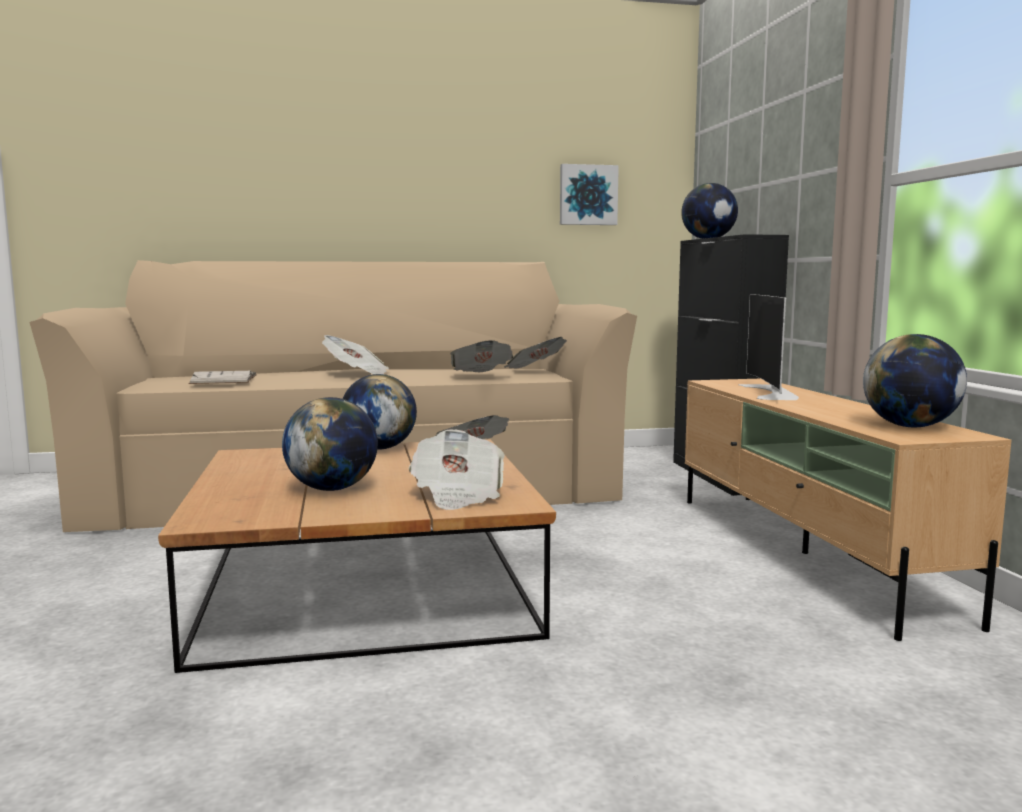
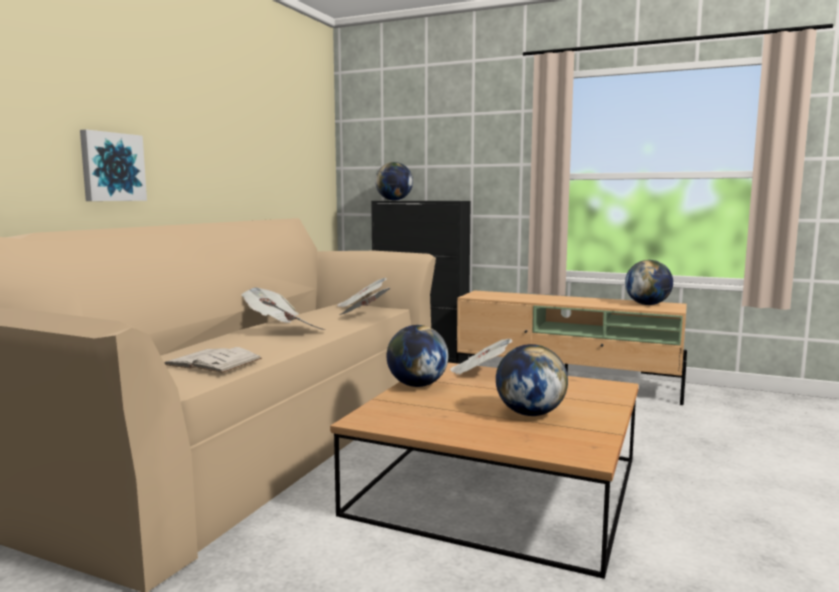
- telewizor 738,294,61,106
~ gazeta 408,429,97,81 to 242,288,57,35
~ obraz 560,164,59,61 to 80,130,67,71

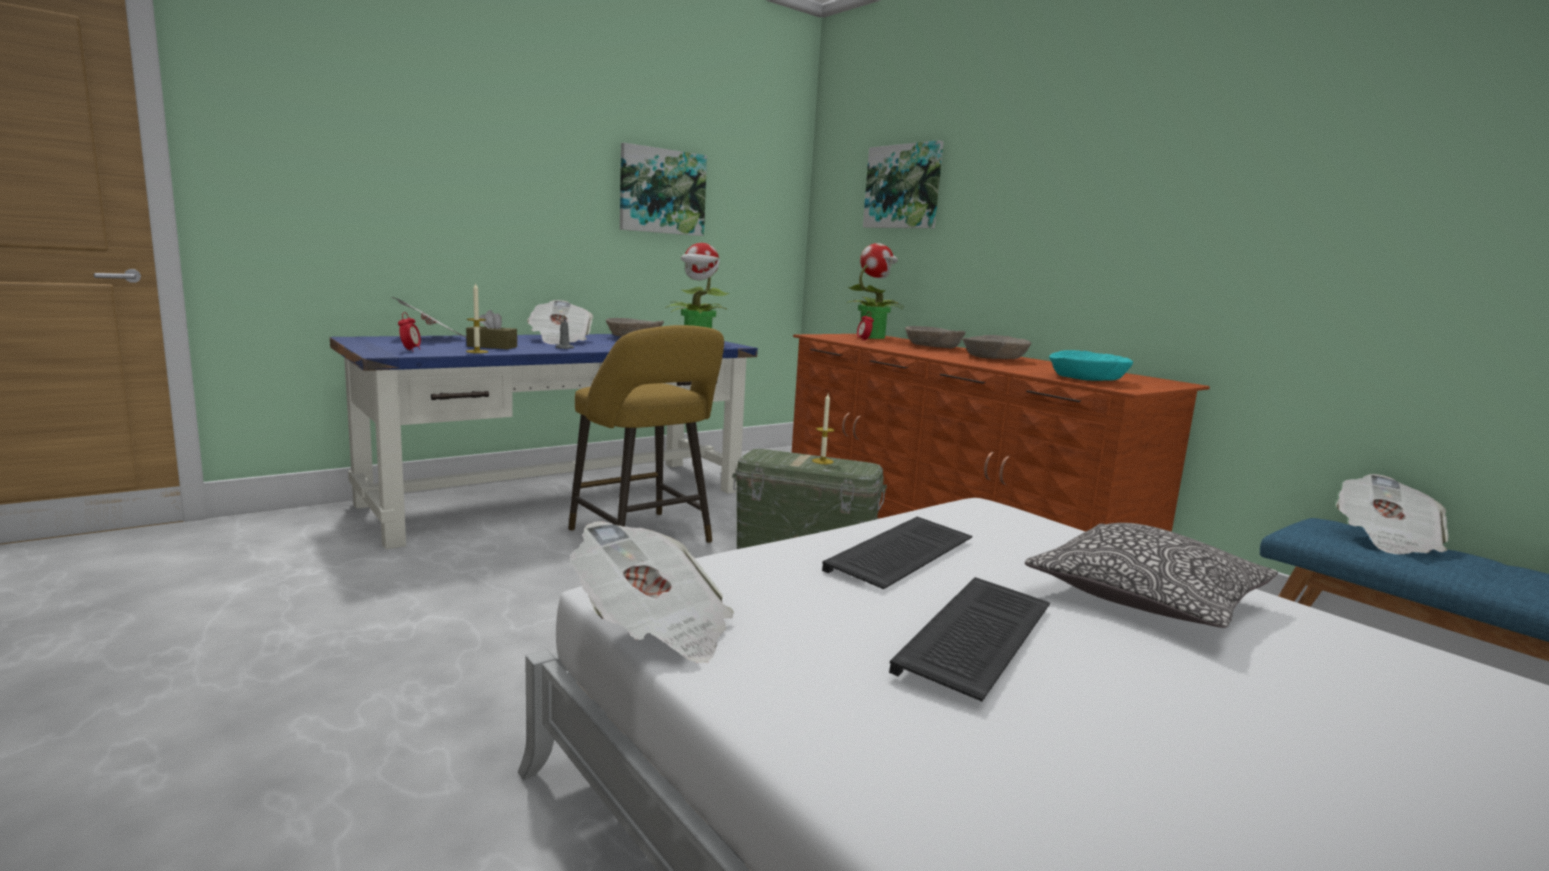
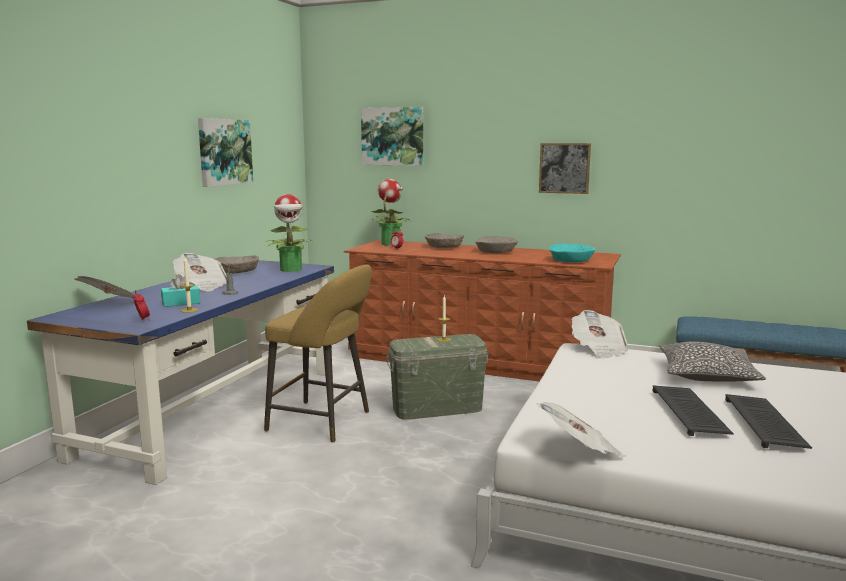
+ obraz 539,143,52,51
~ klawiatura 822,517,150,72 to 725,394,87,55
~ gazeta 1336,474,113,80 to 572,310,56,49
~ pudełko chusteczek [brązowy] 466,310,51,40 to pudełko chusteczek [turkusowy] 161,274,39,33

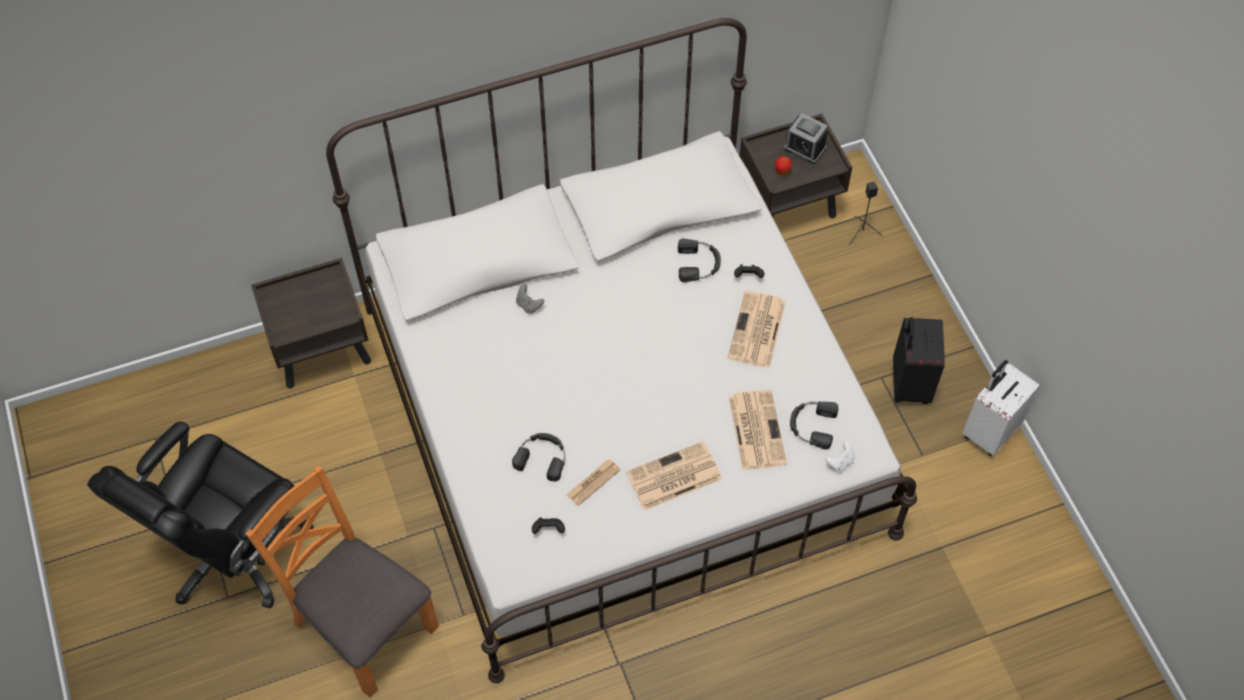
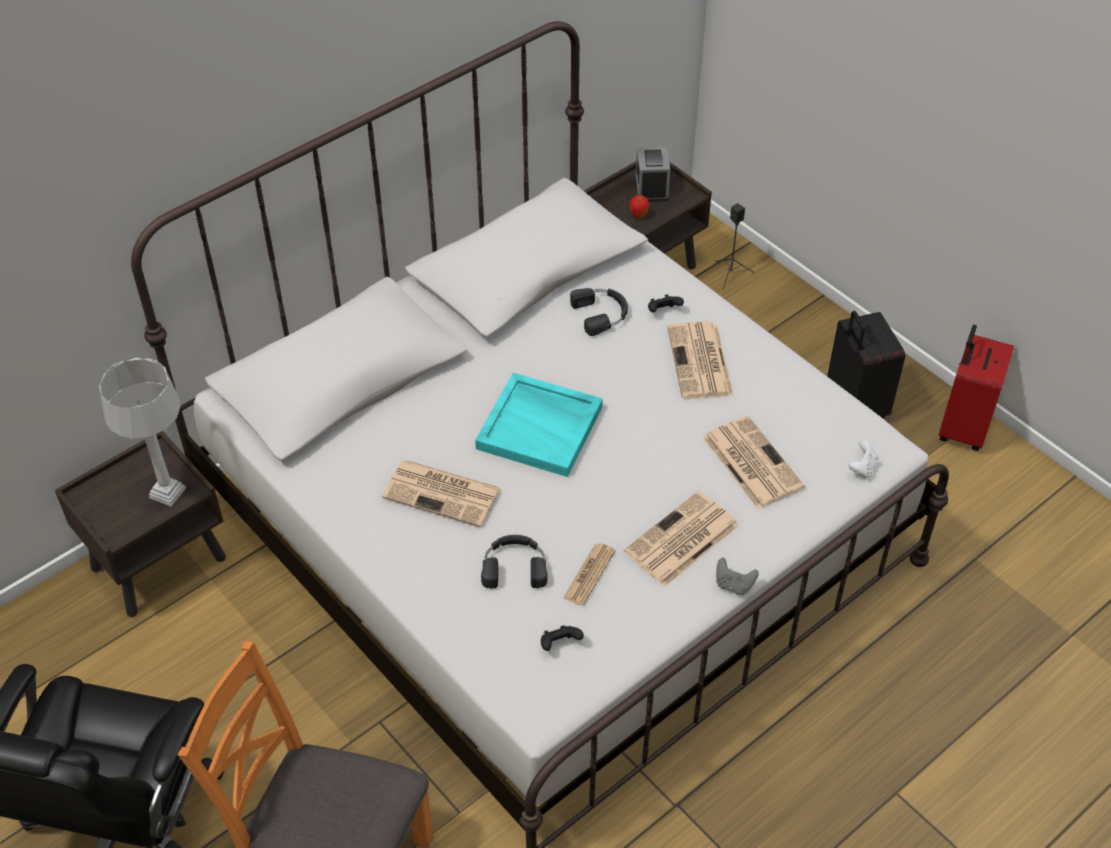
- słuchawki [czarny] 790,401,48,49
+ lampa stołowa [szary] 99,358,87,149
+ gazeta 382,460,119,67
+ taca [turkusowy] 475,373,128,104
~ pad do gier [szary] 516,284,28,30 to 716,558,43,37
~ walizka [biały] 962,360,78,96 to walizka [czerwony] 938,325,76,126
~ budzik 784,113,44,51 = 635,147,35,55 75 degrees clockwise

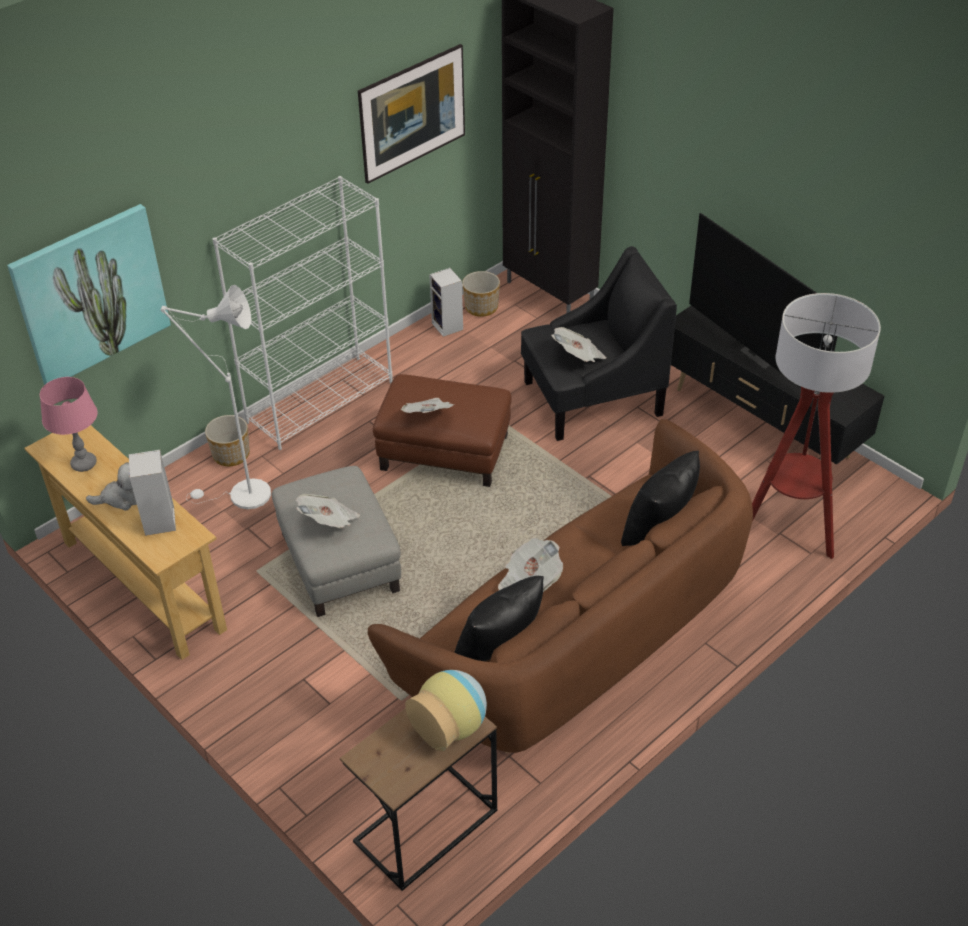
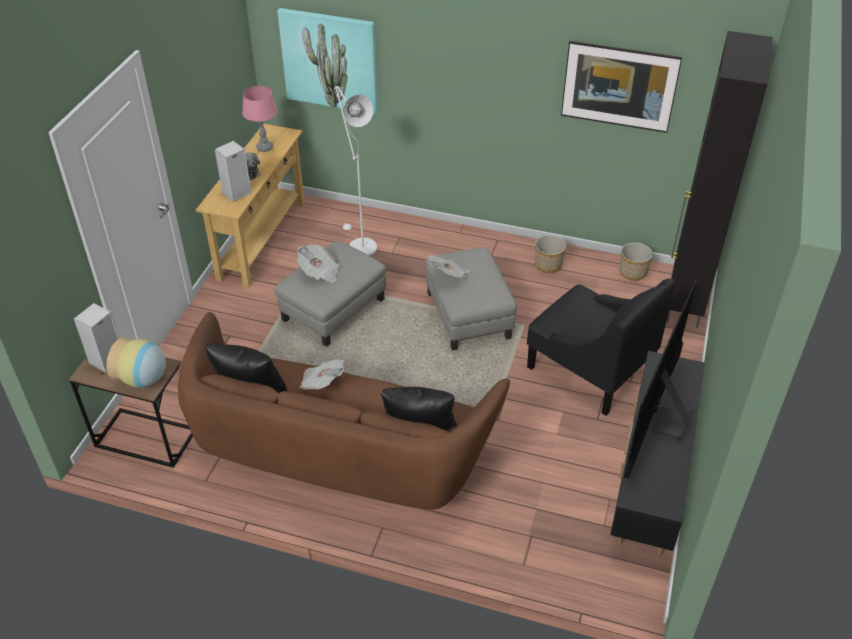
- regał [biały] 213,176,180,274
- gazeta 551,327,55,35
- lampa stojąca 752,293,129,266
~ donica 205,415,45,51 to 535,235,31,38
~ głośnik 429,268,34,69 to 74,303,45,70
~ pufa [brązowy] 373,374,139,113 to pufa [szary] 425,248,92,103

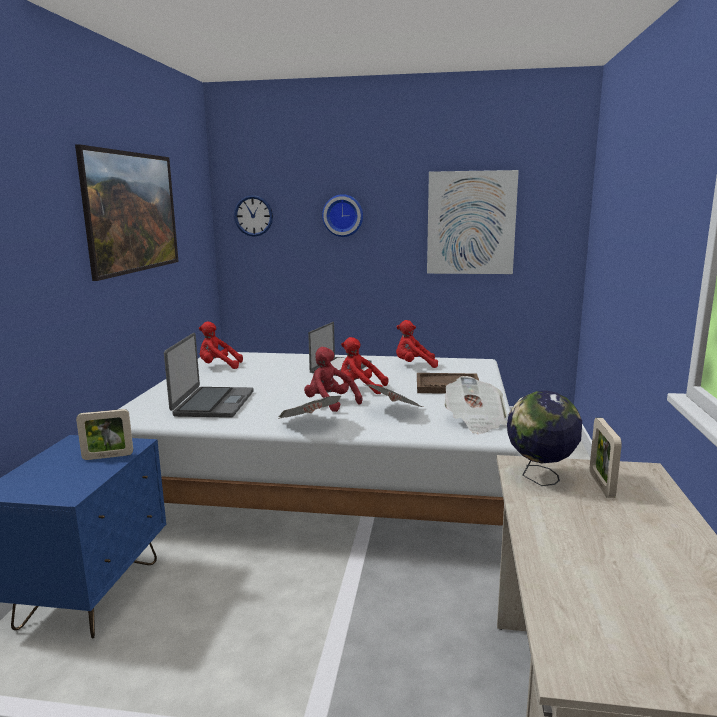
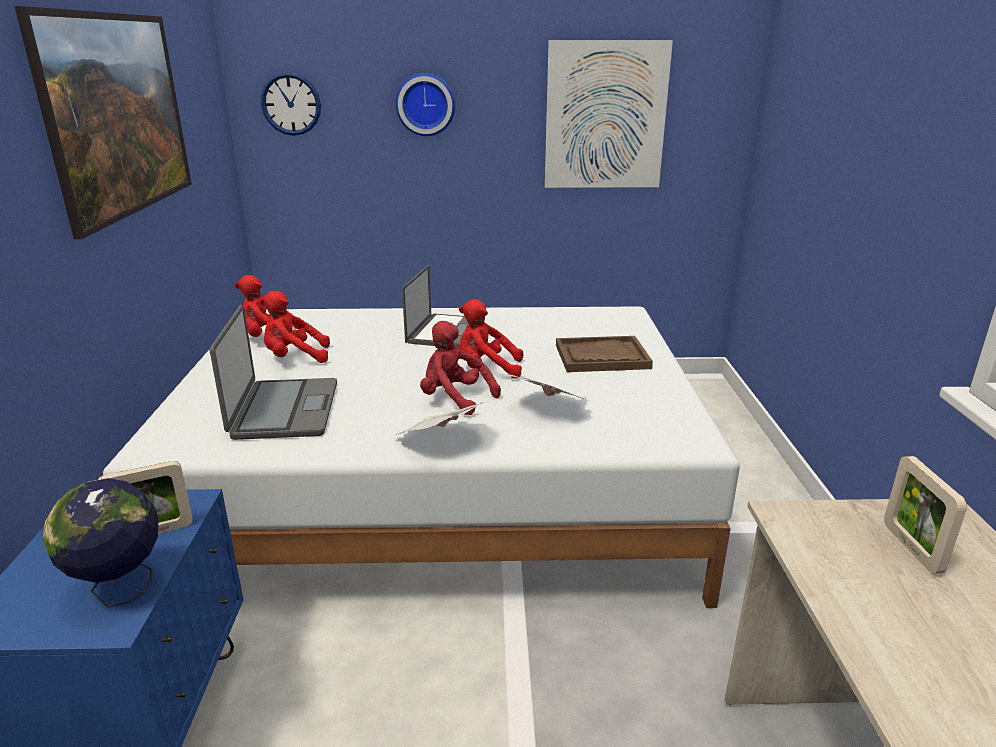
- gazeta 444,376,63,58
~ pluszak [czerwony] 396,320,42,48 to 259,291,71,72
~ globus 507,390,75,96 to 42,478,116,130

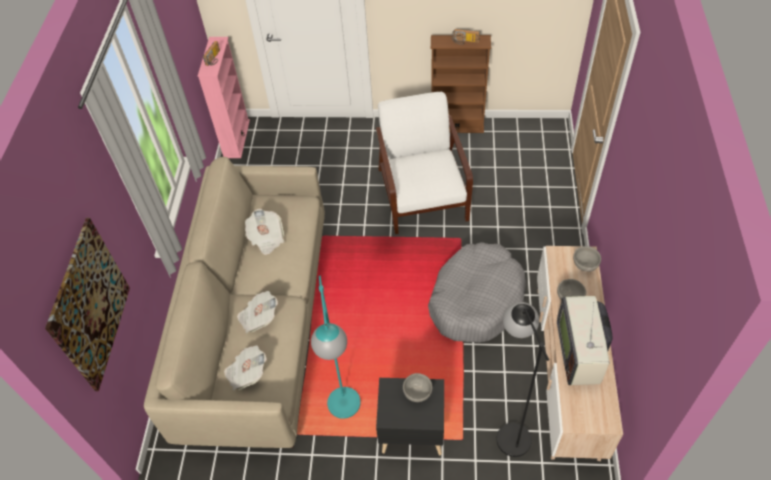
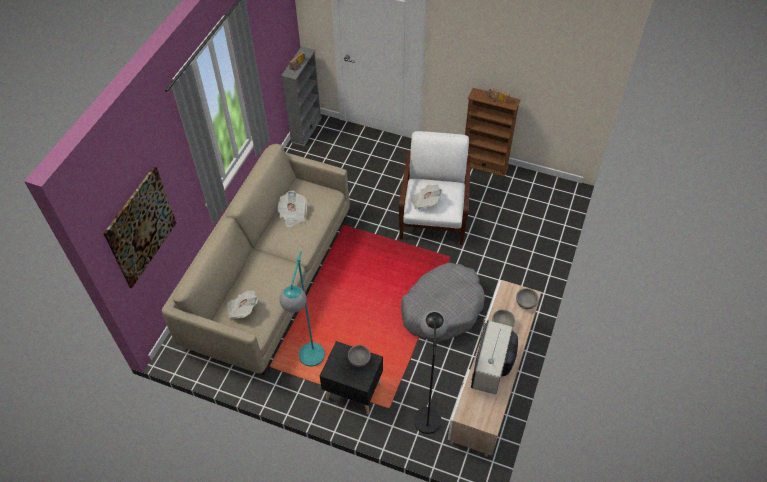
~ gazeta 237,291,41,43 to 411,185,31,24
~ regał [różowy] 198,37,52,121 to regał [szary] 281,46,41,100

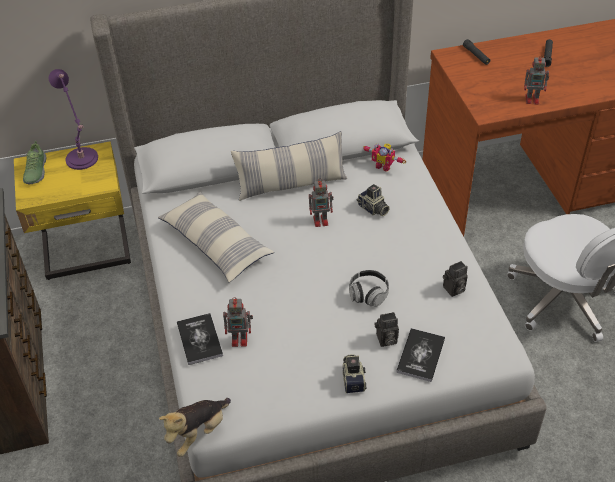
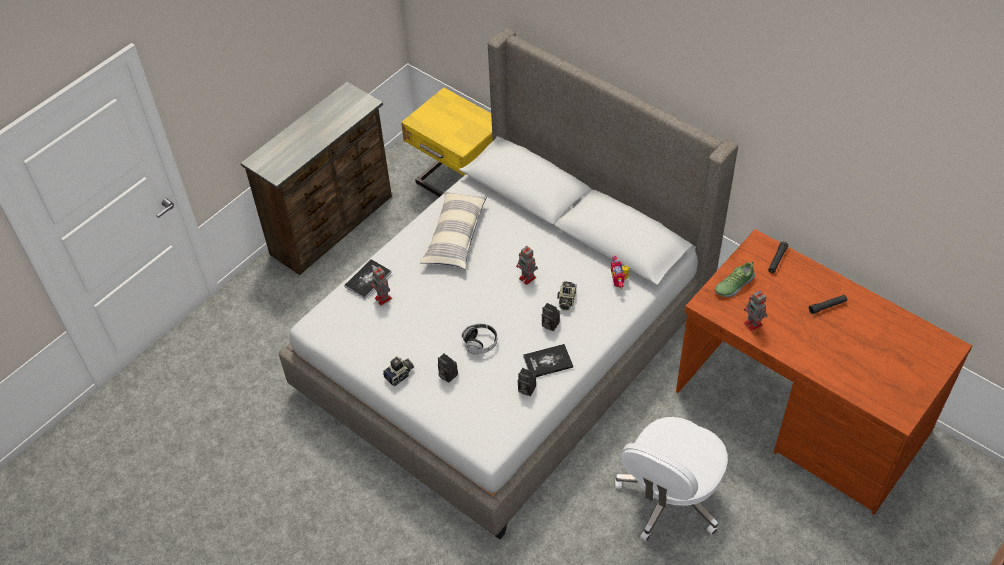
- lampa stołowa [fioletowy] 49,69,49,101
- pluszak 159,398,72,59
- poduszka 231,131,116,70
+ aparat fotograficzny 542,303,18,28
~ but 23,141,24,43 to 715,261,40,36
~ książka 396,328,49,54 to 523,344,50,33

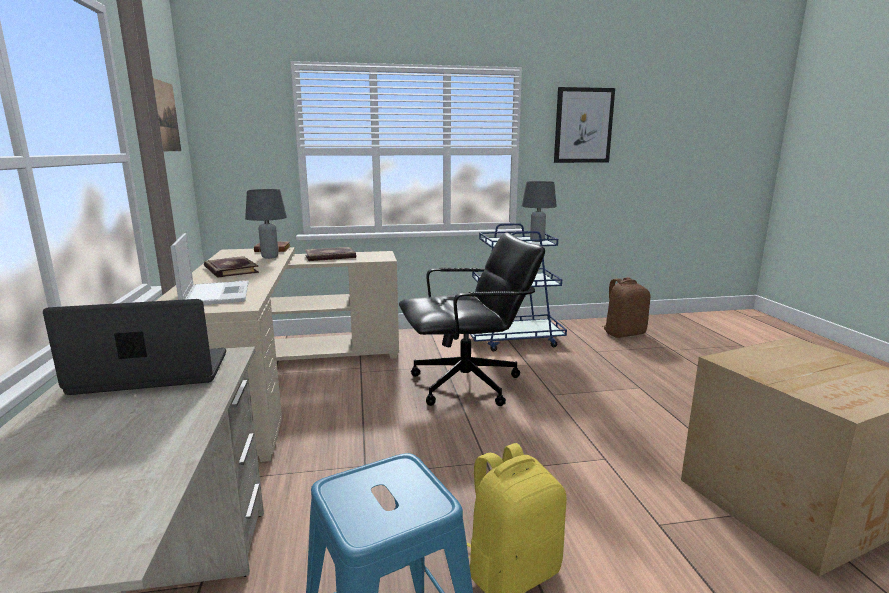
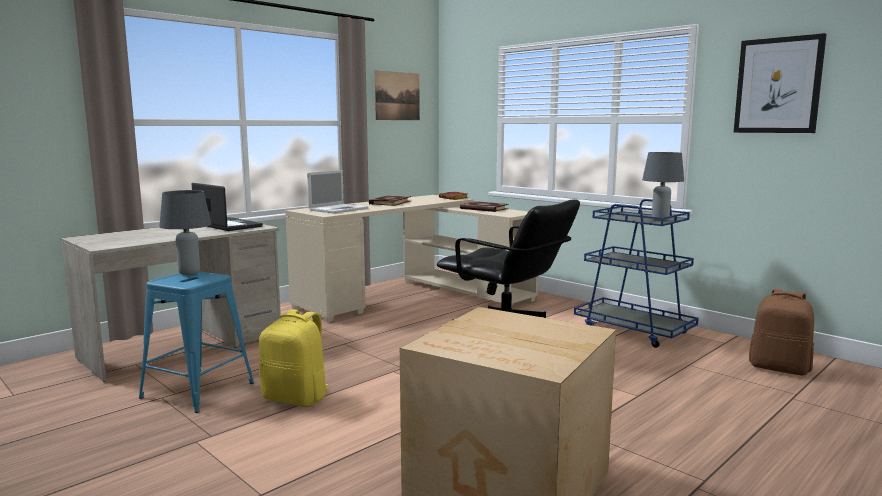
~ lampa stołowa [szary] 245,189,42,70 to 159,190,52,85

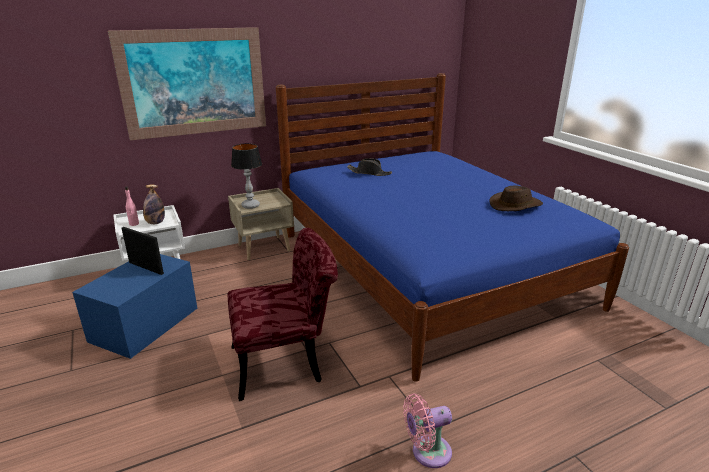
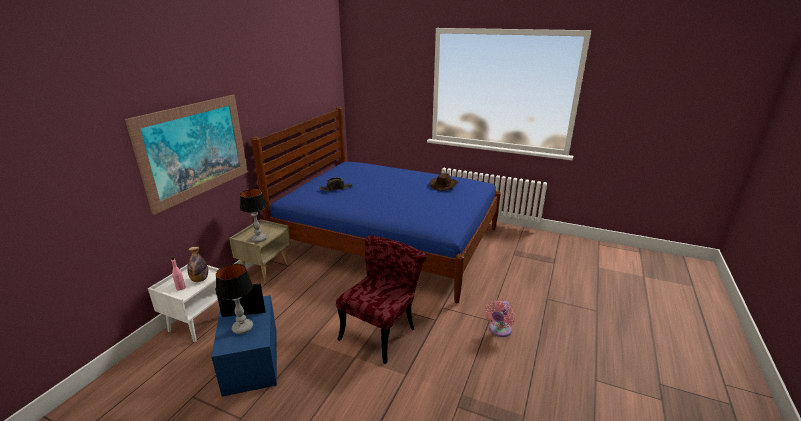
+ lampa stołowa 216,264,37,70

